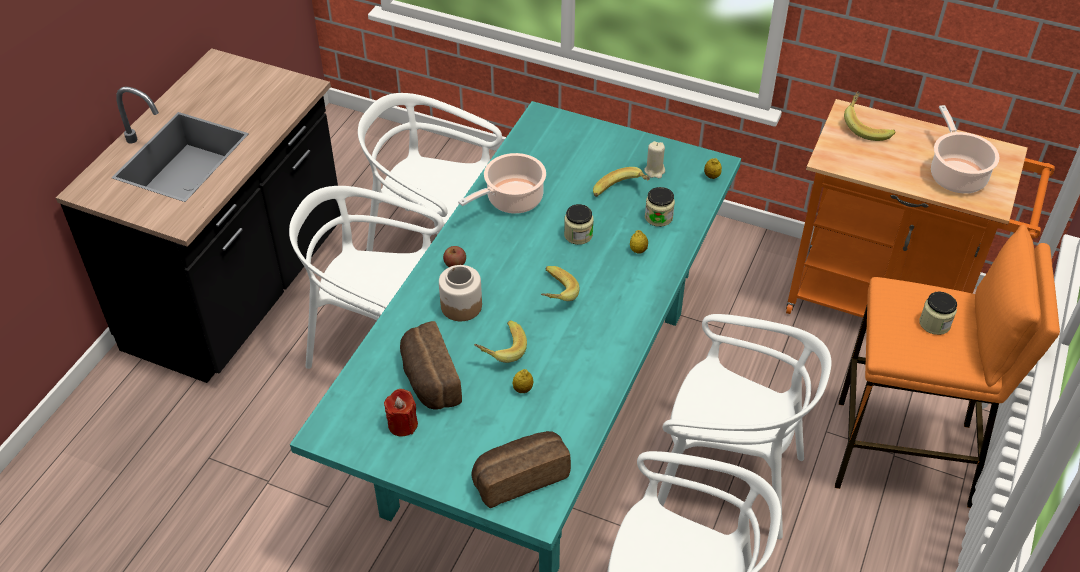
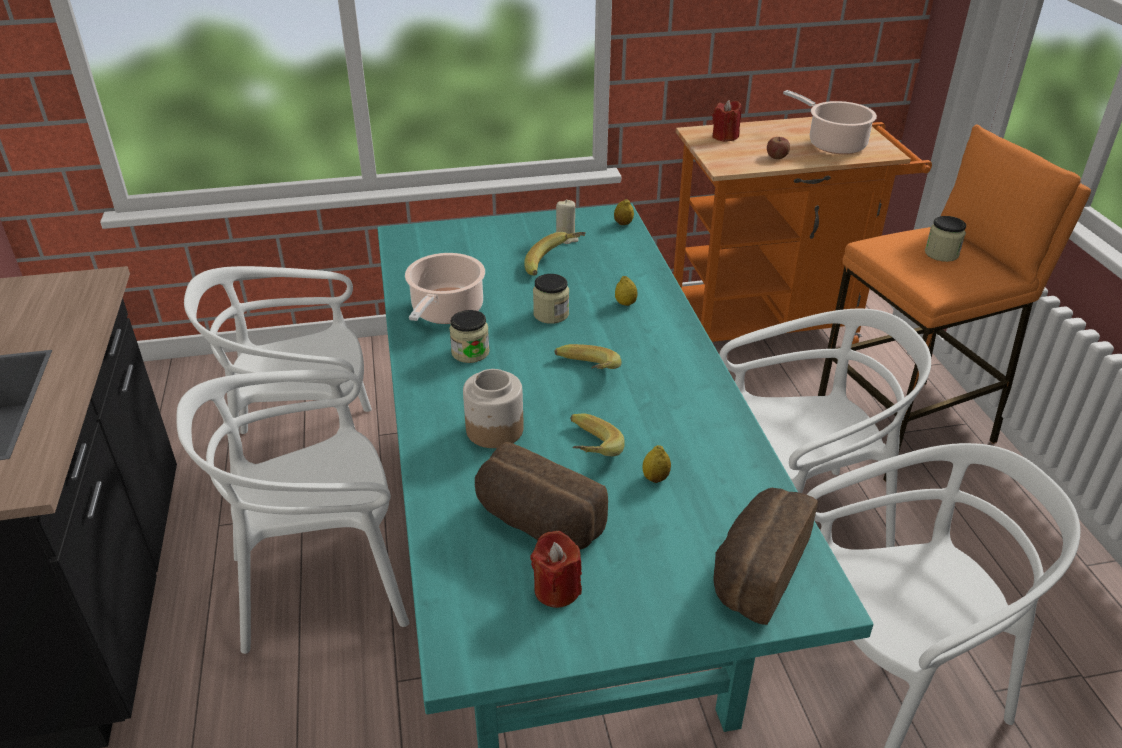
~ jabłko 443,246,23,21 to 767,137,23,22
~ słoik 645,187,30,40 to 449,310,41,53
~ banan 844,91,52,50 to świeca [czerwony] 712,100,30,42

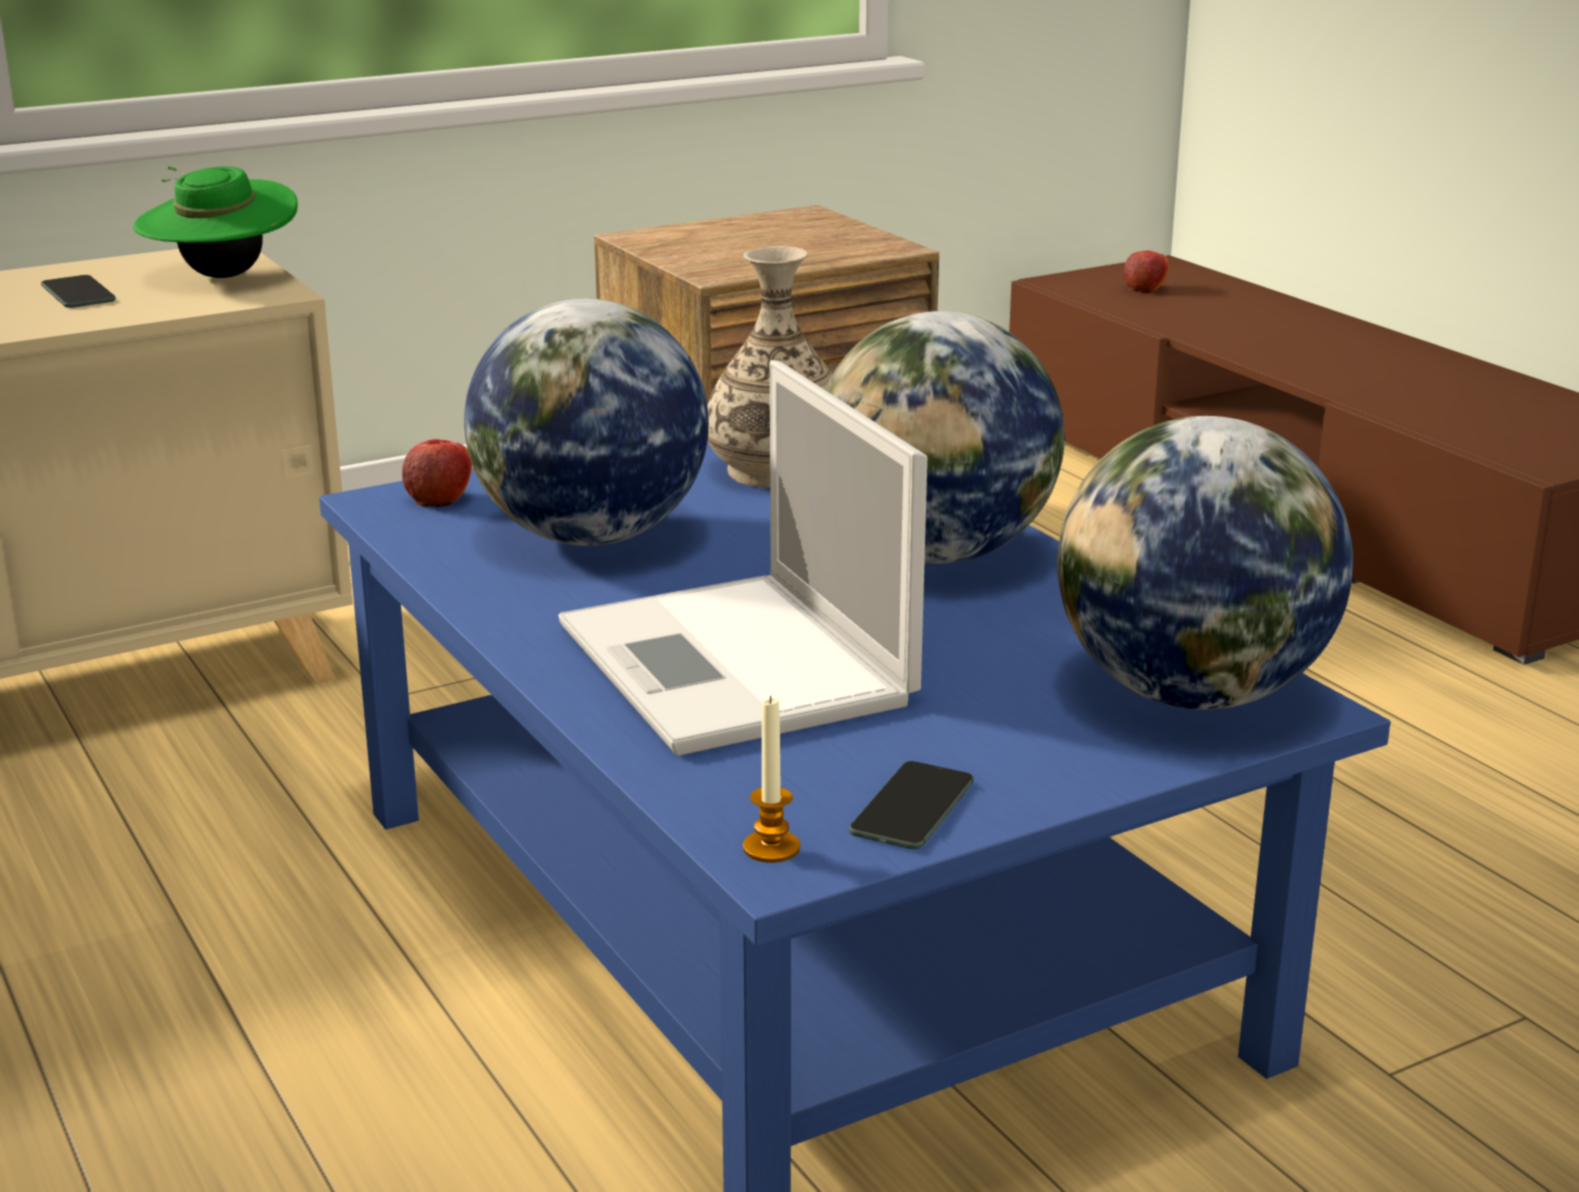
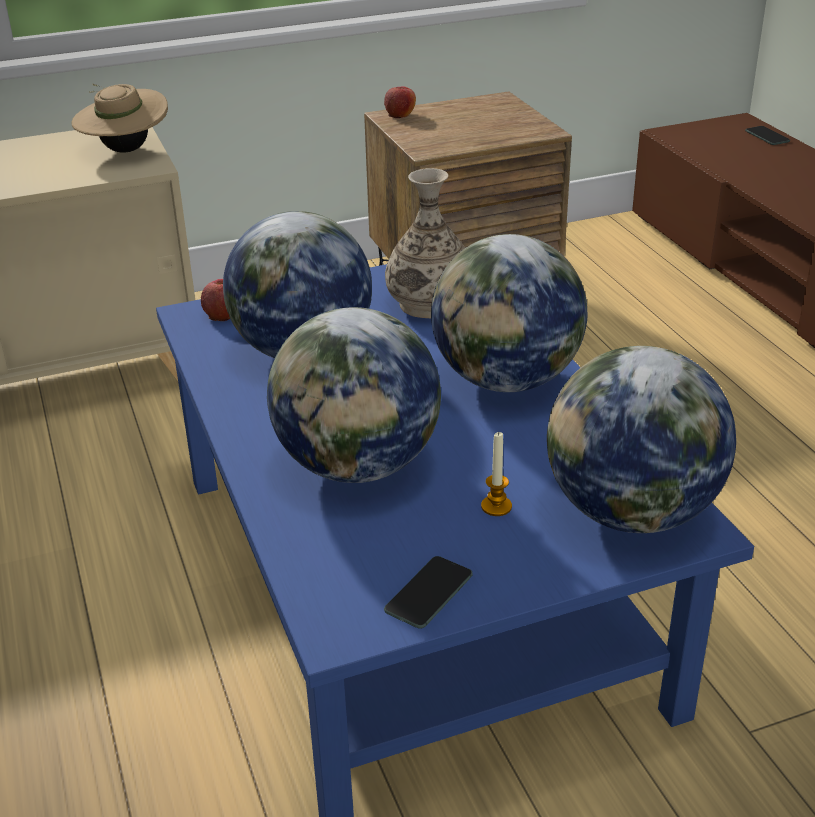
~ telefon 41,275,75,33 to 745,126,45,19
~ świeca 743,696,57,167 to 481,431,31,85
~ jabłko 1123,251,46,42 to 384,86,32,32
~ laptop 558,360,369,396 to globus 267,307,174,176
~ kapelusz [zielony] 133,166,165,112 to kapelusz [beżowy] 71,84,97,69

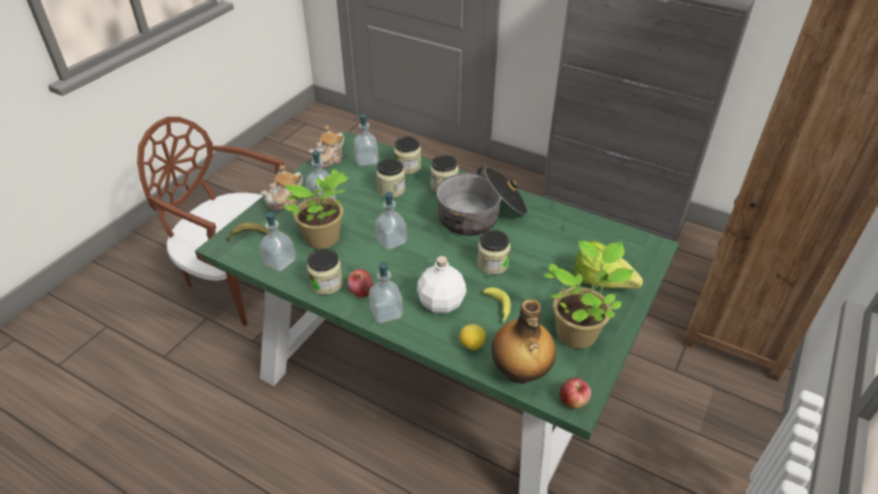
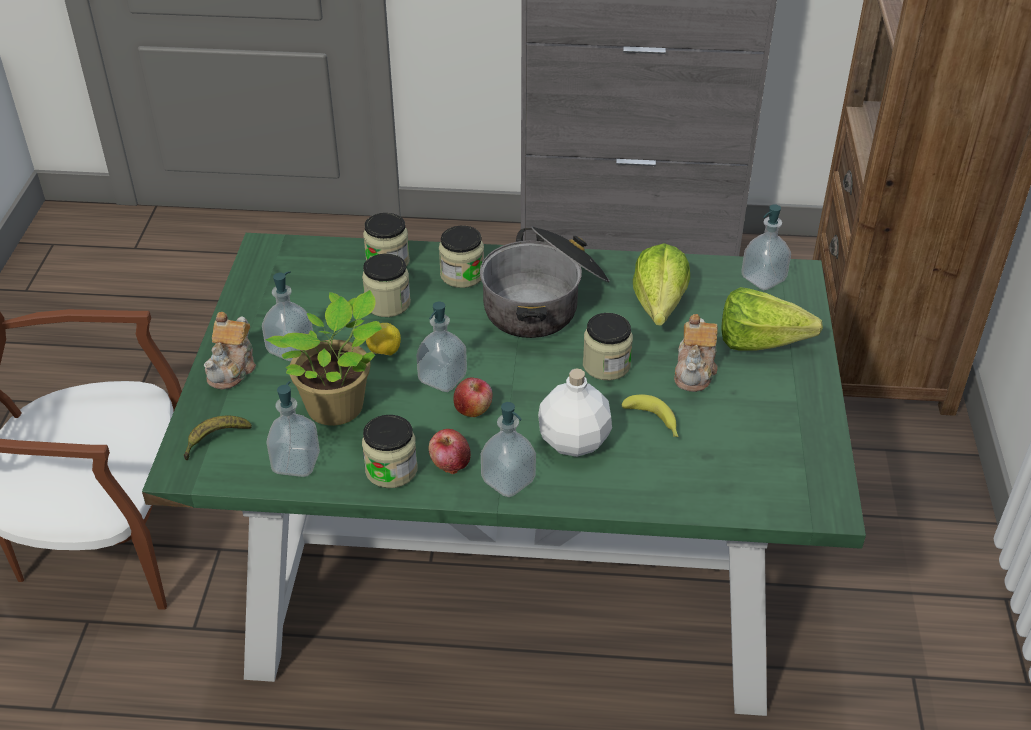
- butelka 492,299,64,85
- roślina doniczkowa 544,241,90,108
+ sałata 633,243,57,83
~ imbryk 309,125,35,43 to 674,314,44,78
~ dozownik mydła 354,114,25,52 to 741,204,50,86
~ cytryna 459,324,27,26 to 366,323,35,33
~ jabłko 560,377,31,32 to 453,377,40,40

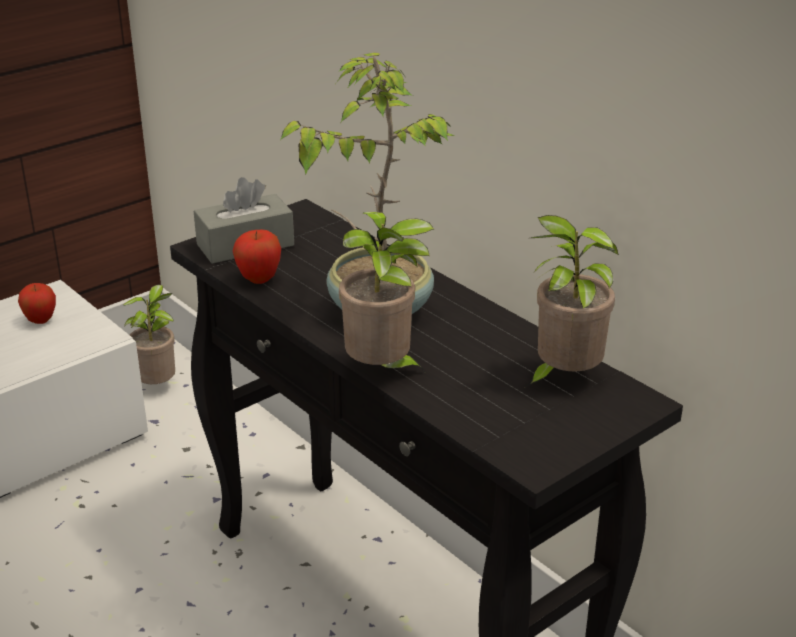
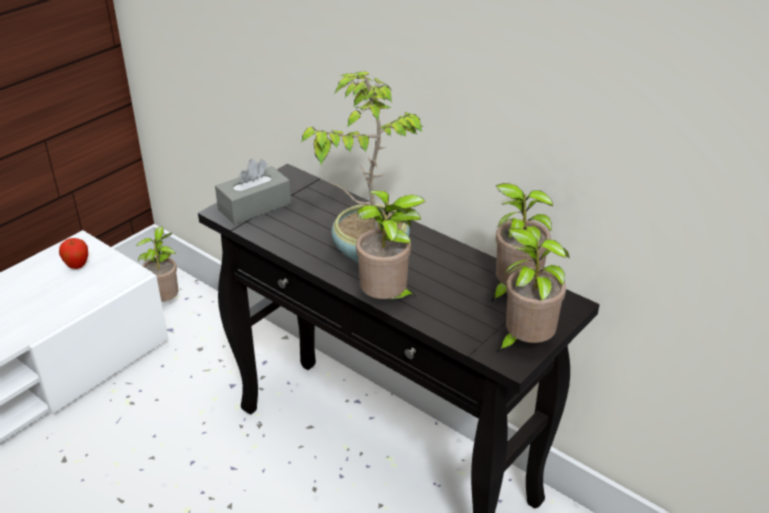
- jabłko 233,230,48,54
+ roślina doniczkowa 496,228,74,124

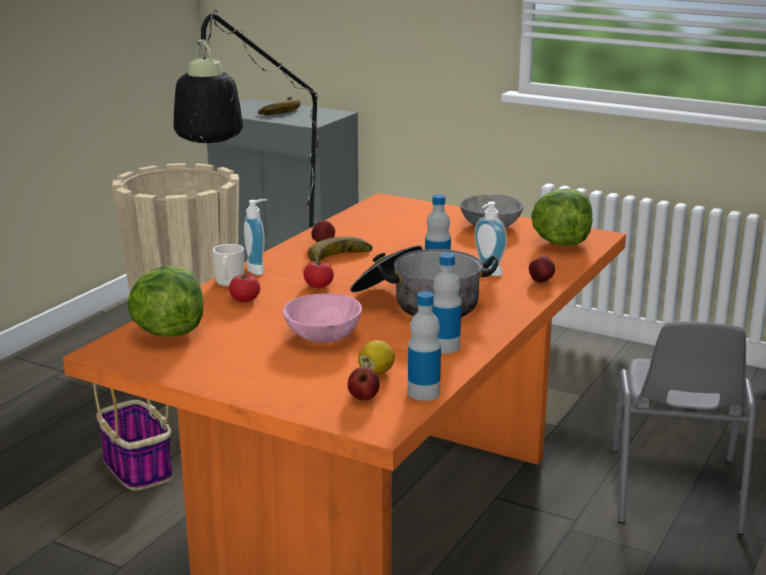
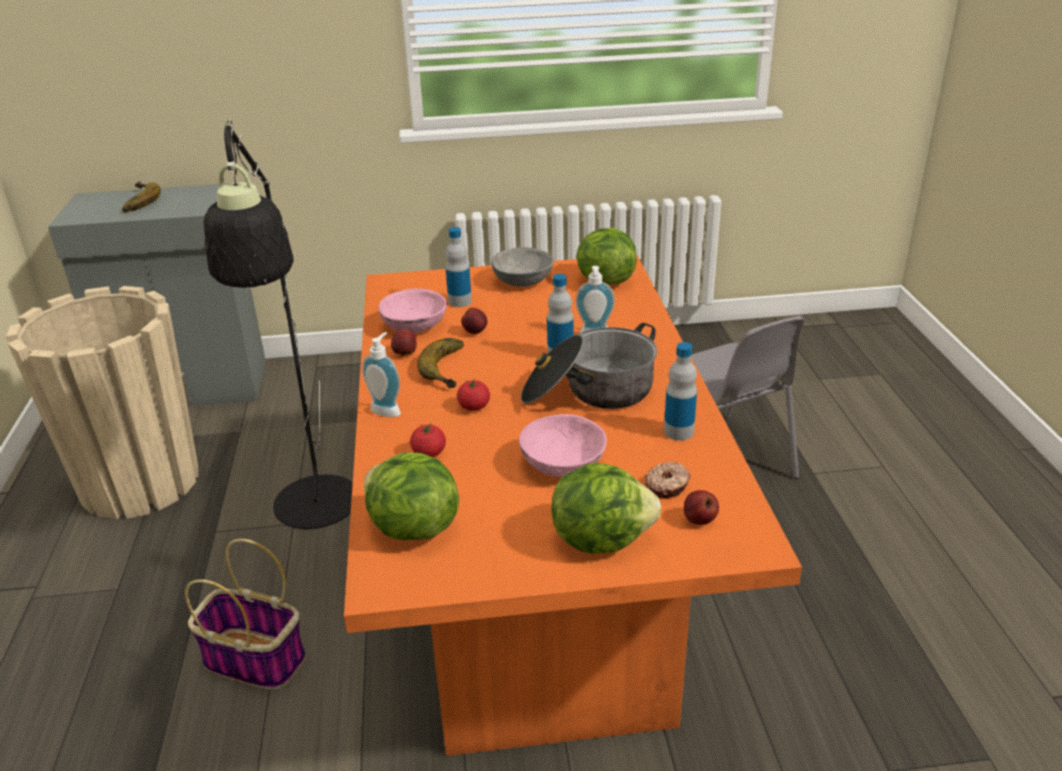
- kubek 213,244,31,43
+ miska [różowy] 378,288,69,45
+ sałata 551,462,110,92
~ butelka 408,291,33,110 to 446,227,26,80
~ jabłko 529,255,26,28 to 461,307,26,27
~ cytryna 358,340,37,35 to donut 645,462,46,36

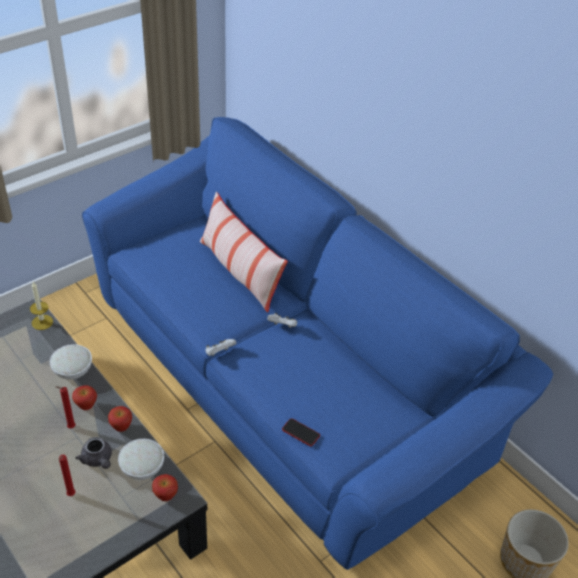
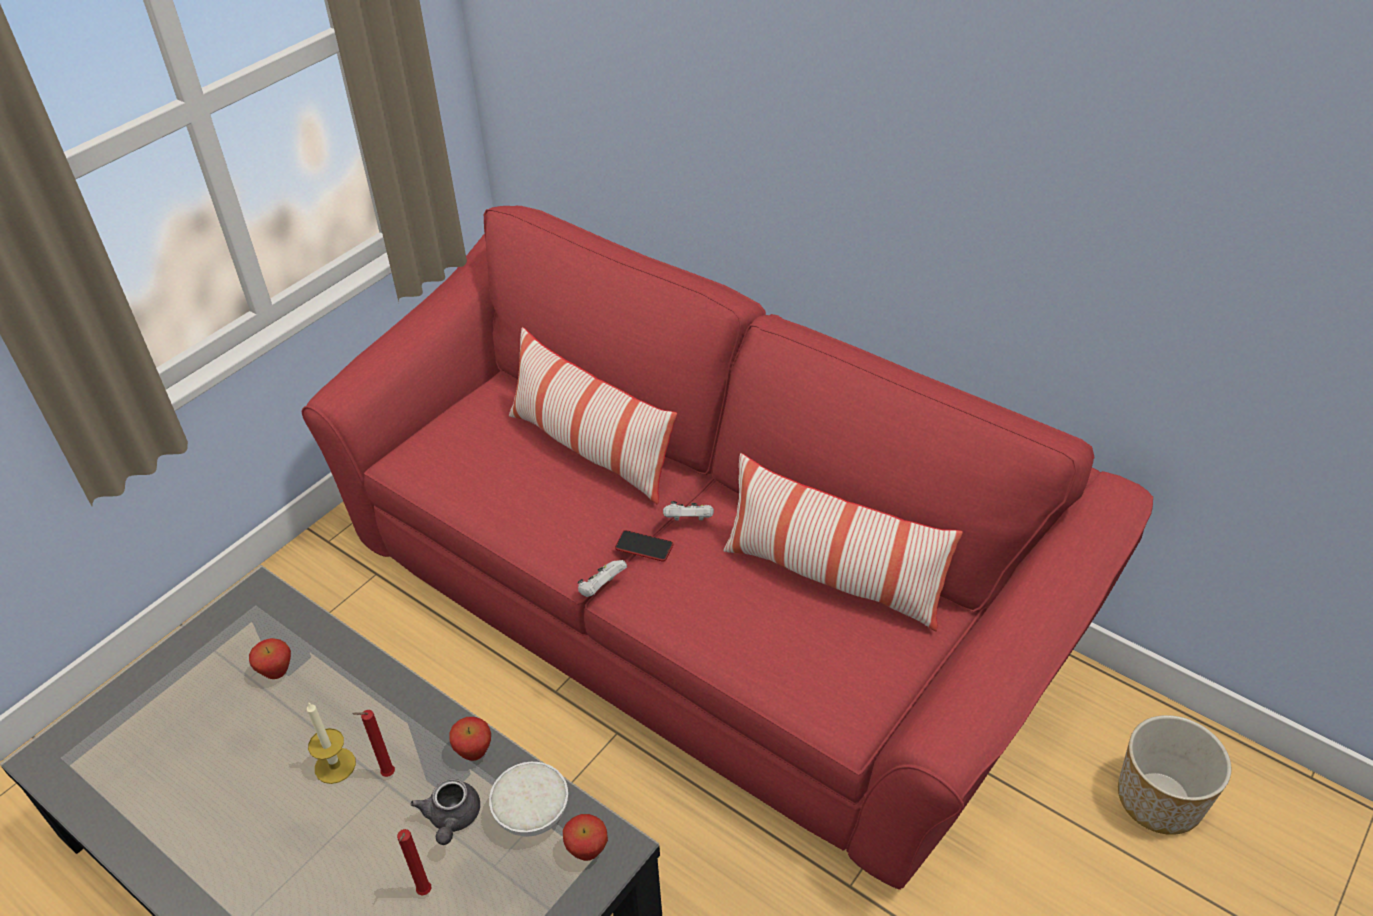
- miska [biały] 50,344,42,36
+ poduszka 723,453,240,178
~ świeca 30,282,23,48 to 307,702,49,82
~ jabłko 72,386,25,24 to 249,638,42,41
~ telefon 282,418,38,28 to 615,530,58,31
~ kanapa [niebieski] 82,117,471,453 to kanapa [czerwony] 302,206,851,684
~ imbryk [szary] 76,437,36,32 = 411,779,69,66 45 degrees clockwise

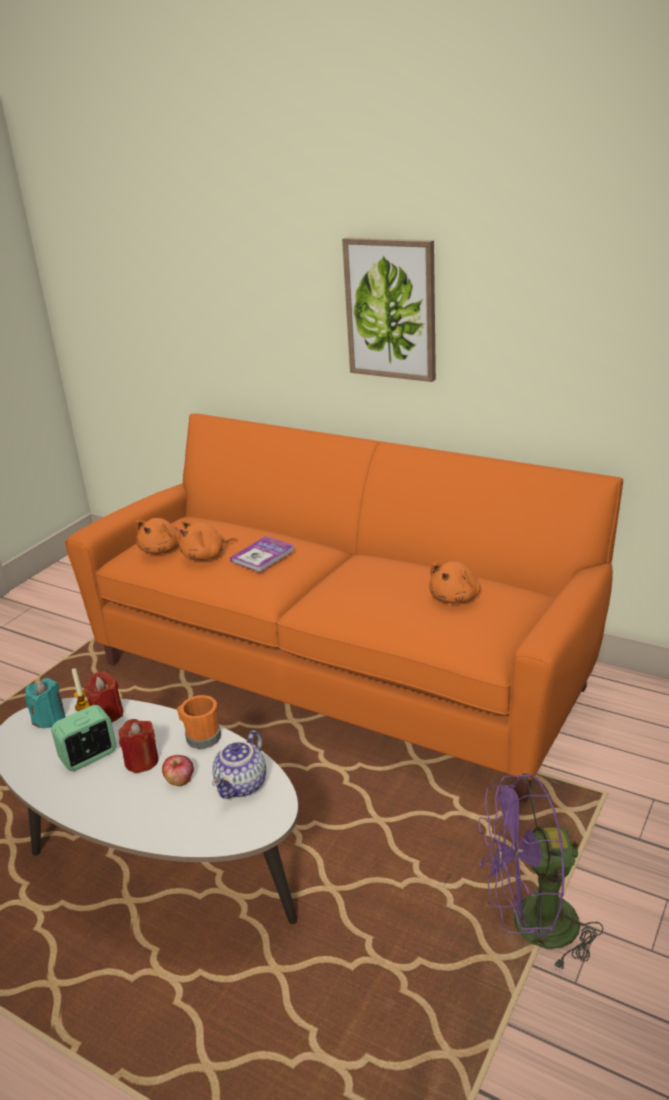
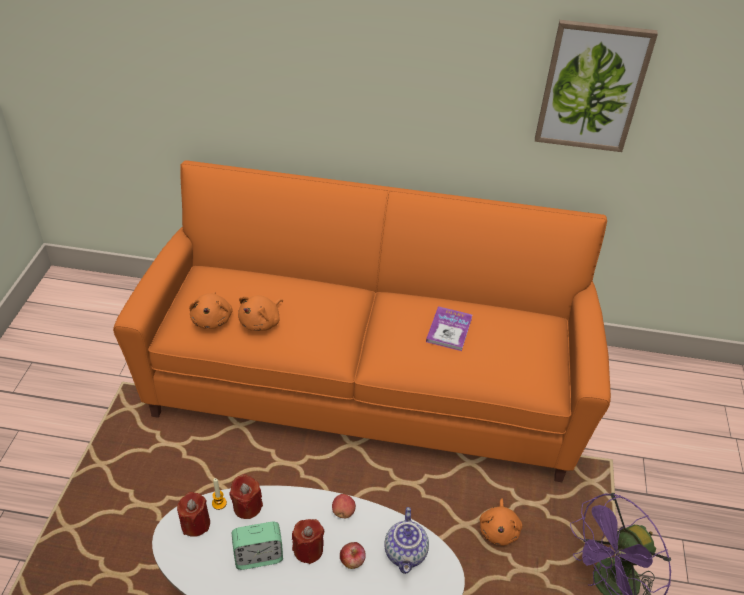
~ książka 230,536,65,37 to 426,306,46,45
~ obraz 342,237,94,145 to 535,20,123,132
~ pluszak [pomarańczowy] 429,562,52,41 to 480,498,42,48
~ kubek [pomarańczowy] 177,695,44,54 to jabłko 332,494,24,24
~ świeca [turkusowy] 25,678,40,50 to świeca [czerwony] 177,492,33,45
~ budzik 51,705,65,66 = 232,522,51,48 135 degrees counterclockwise

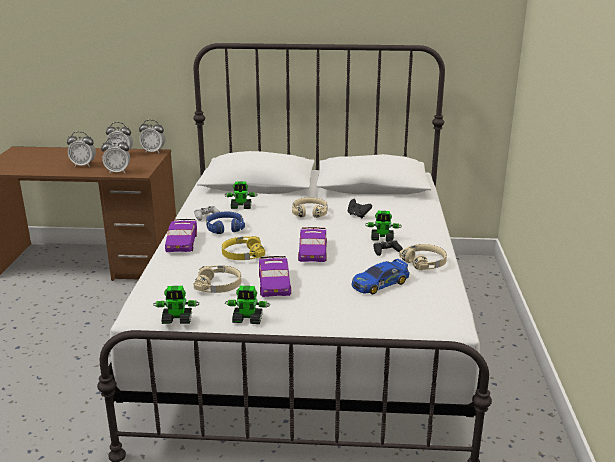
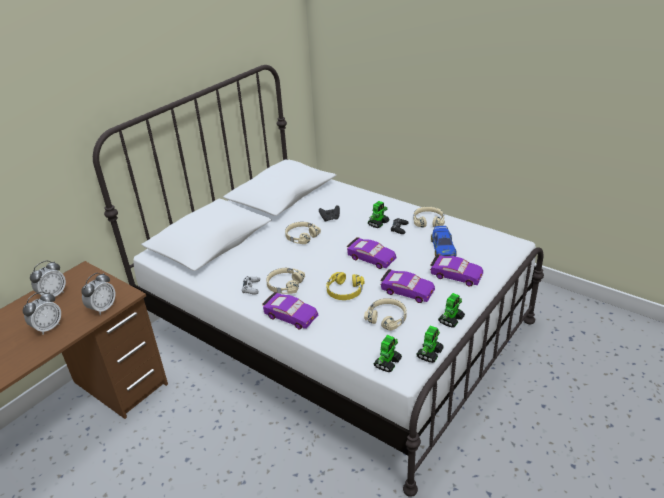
- budzik 139,120,26,33
+ samochodzik [fioletowy] 430,255,53,31
~ robot zabawkowy 225,181,33,28 to 373,335,29,37
~ słuchawki [niebieski] 206,212,39,22 to słuchawki [beżowy] 266,268,39,26

